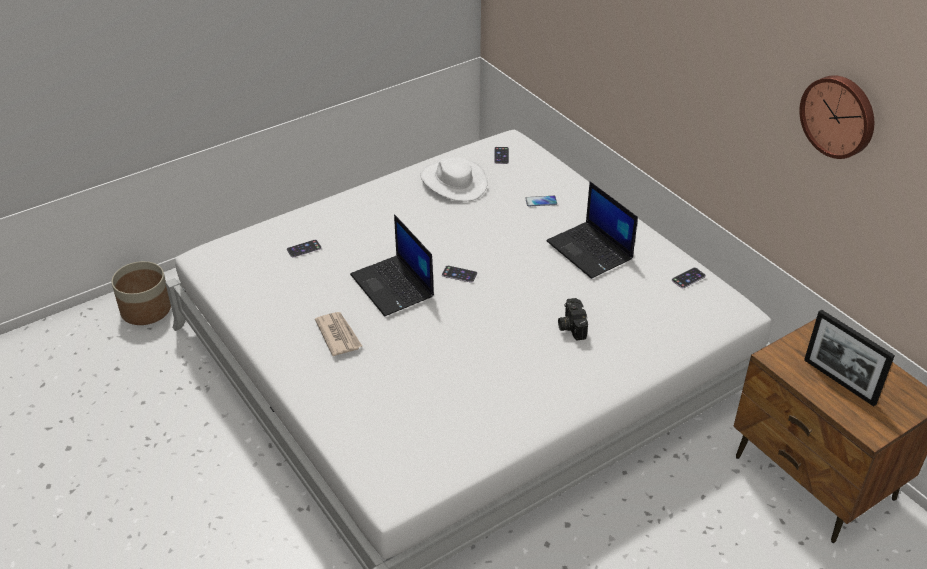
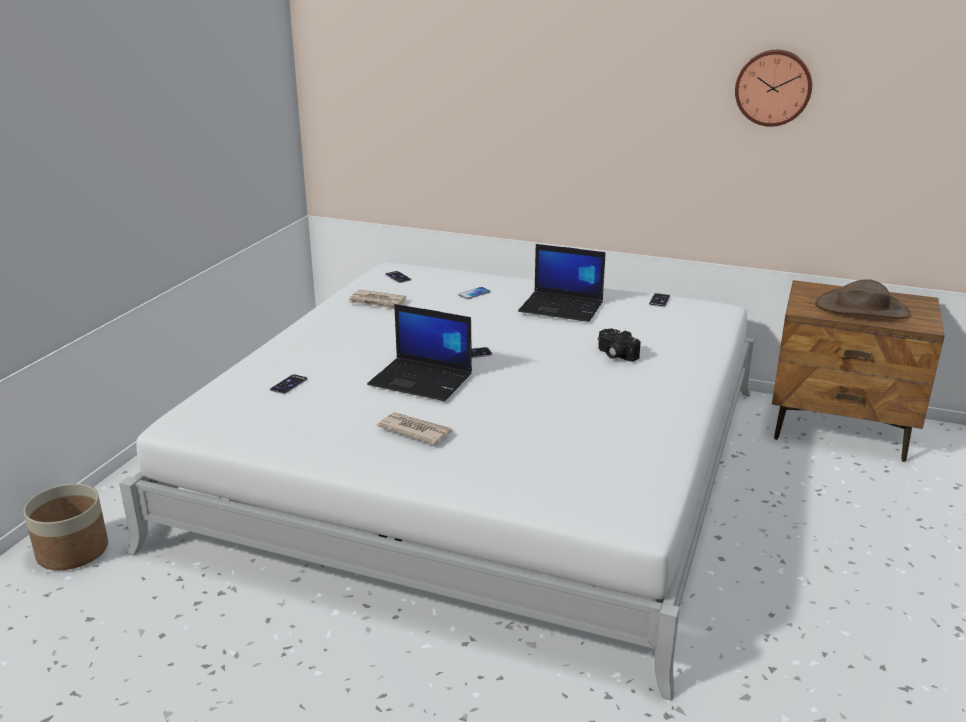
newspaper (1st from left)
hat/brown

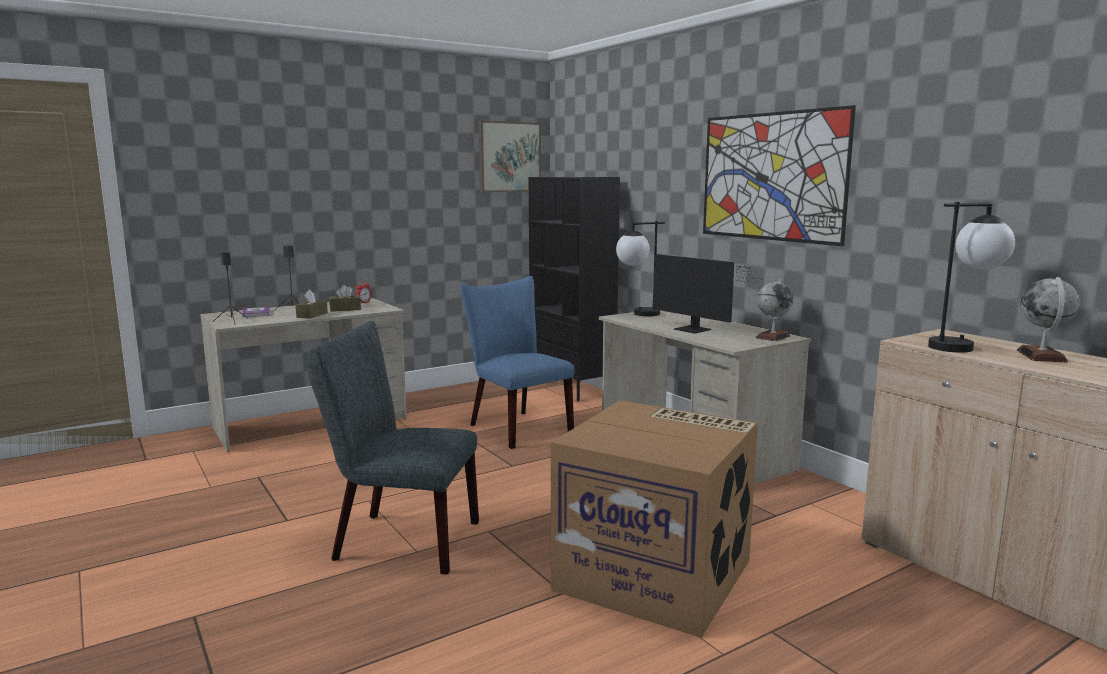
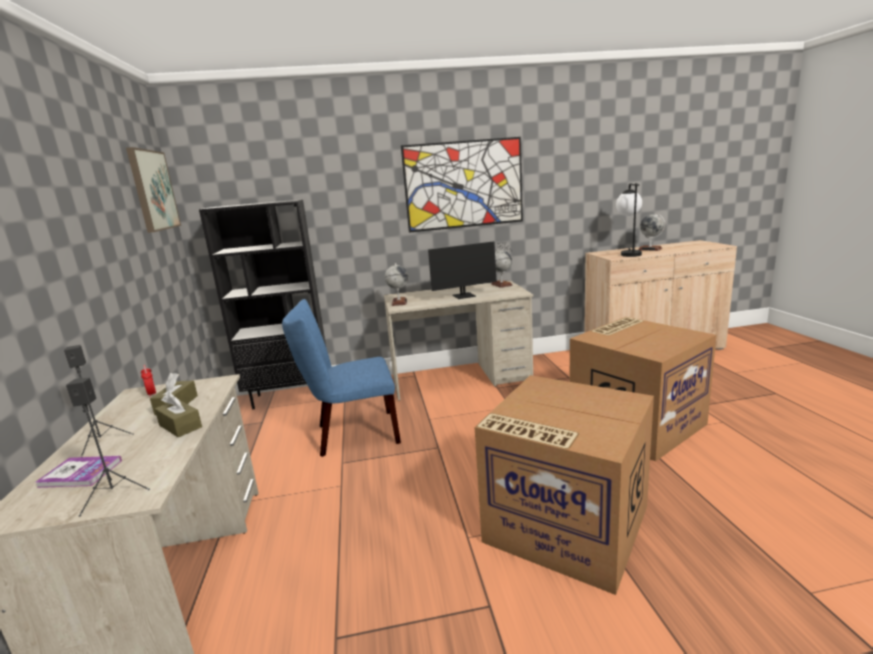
globe (1st from left)
cardboard box (1st from left)

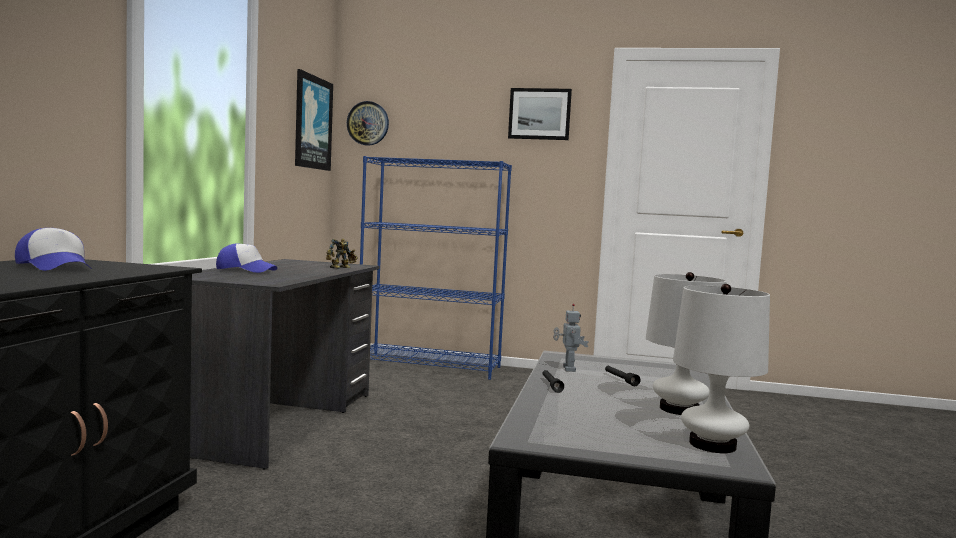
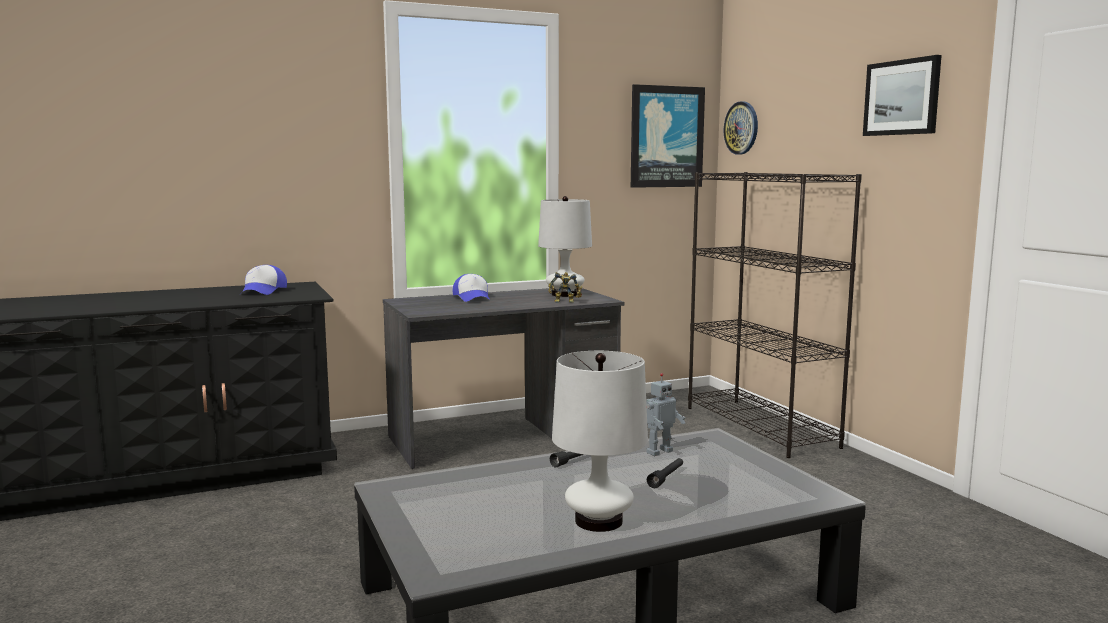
table lamp/white (1st from left)
bookcase/black

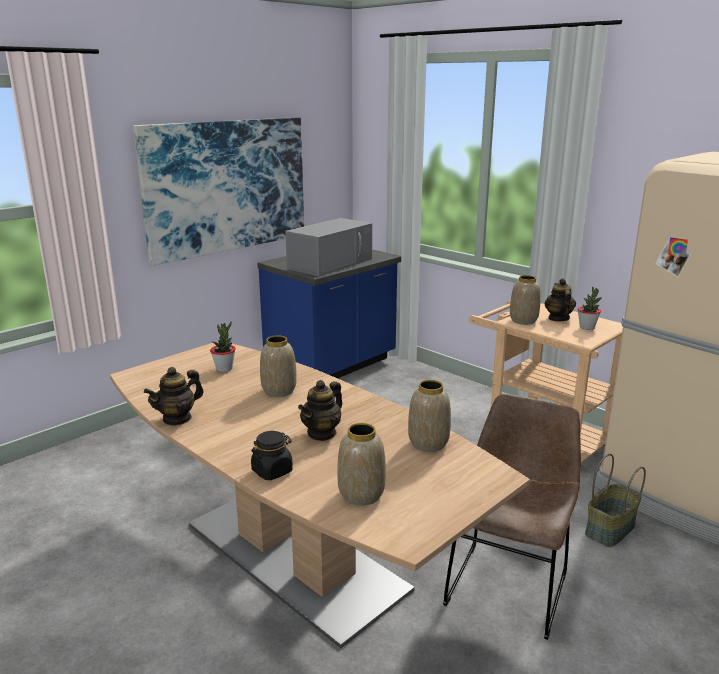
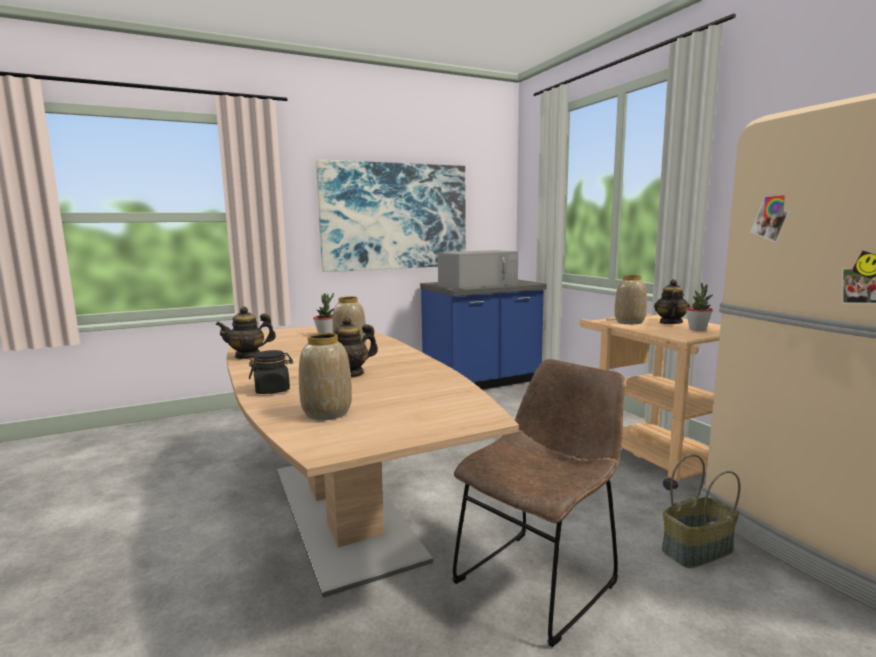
vase (3rd from left in the first image)

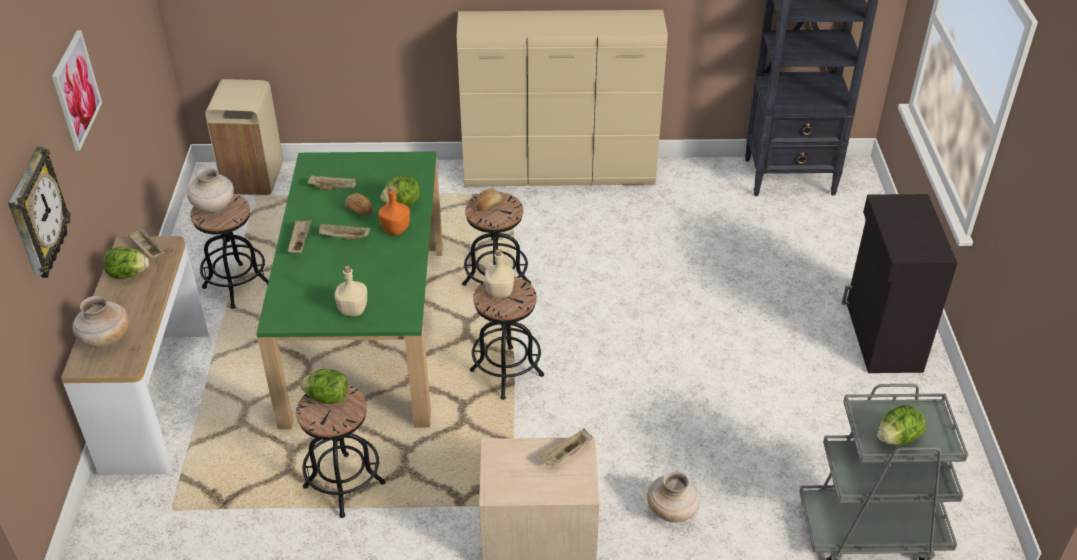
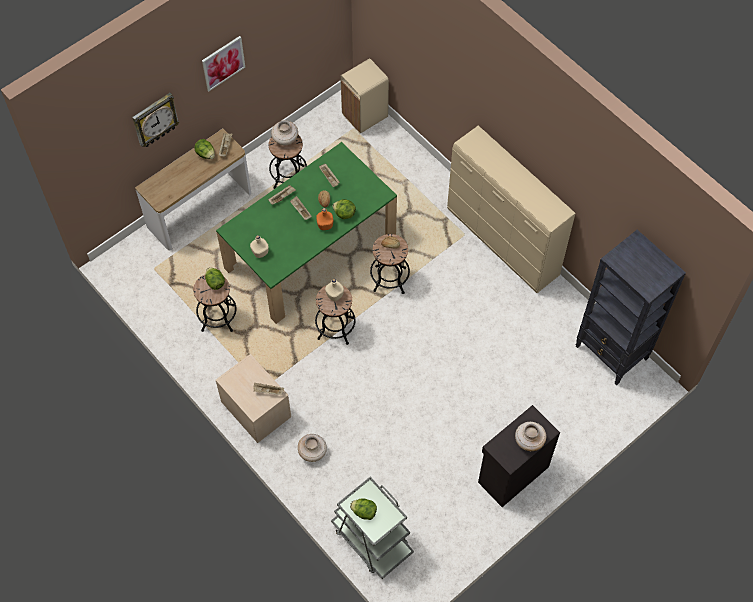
vase/beige (3rd from left)

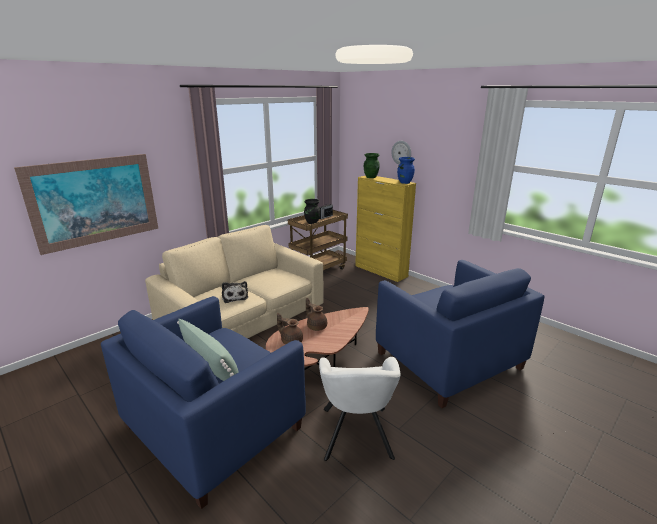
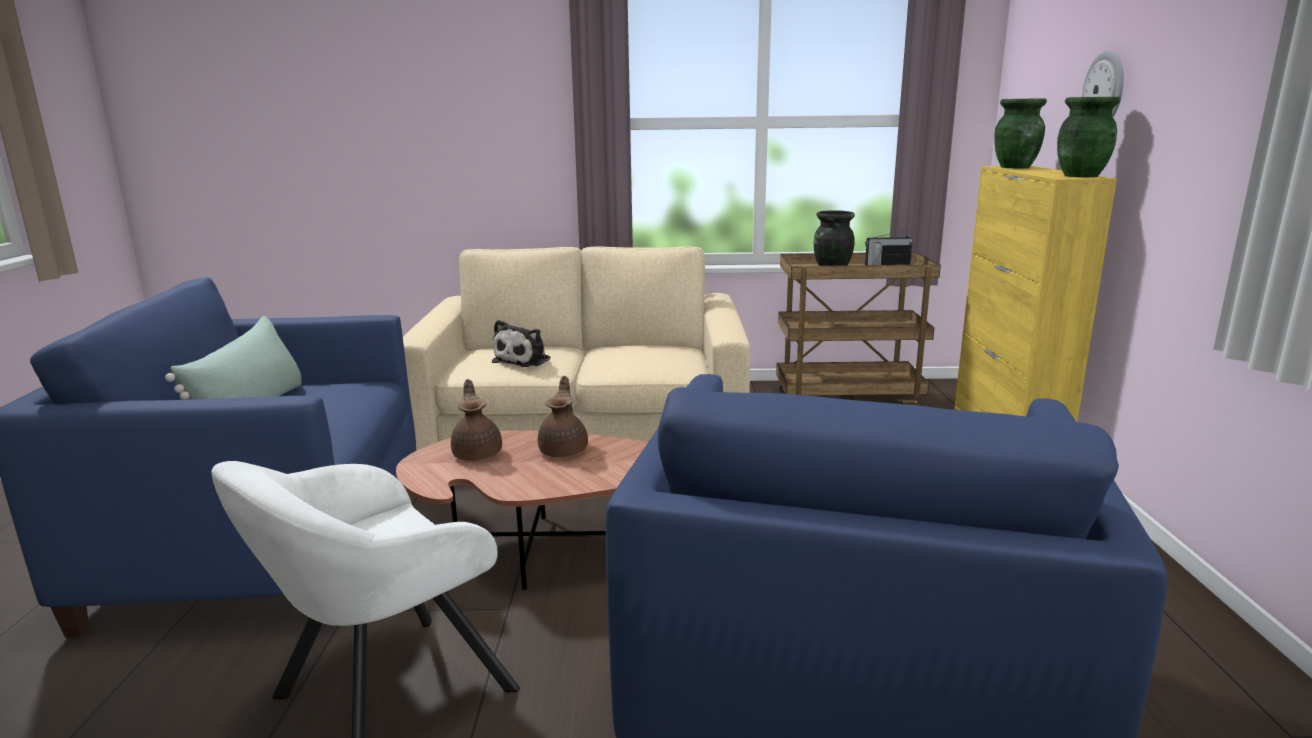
vase/green (2nd from left)
picture

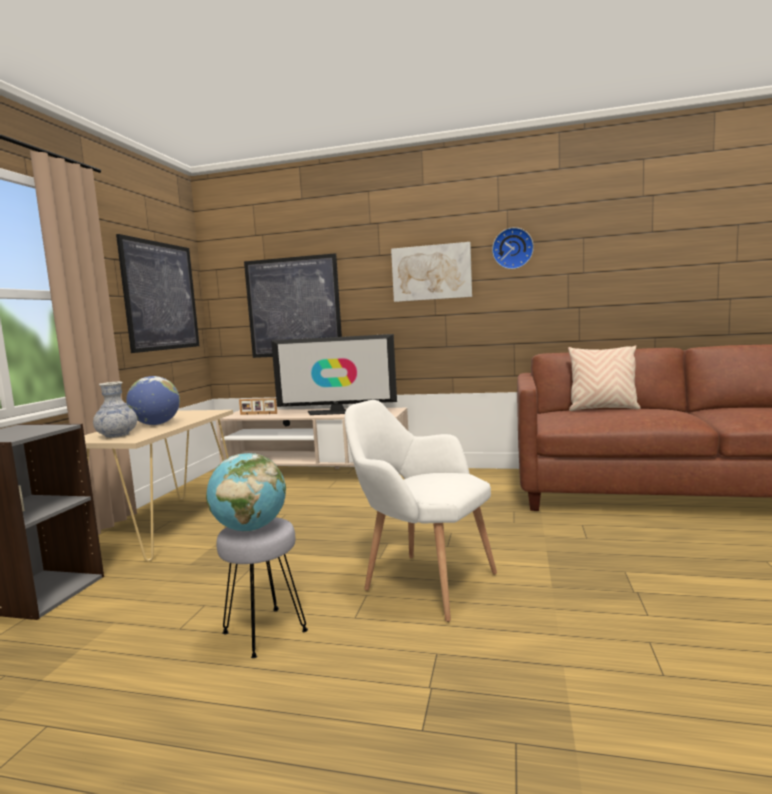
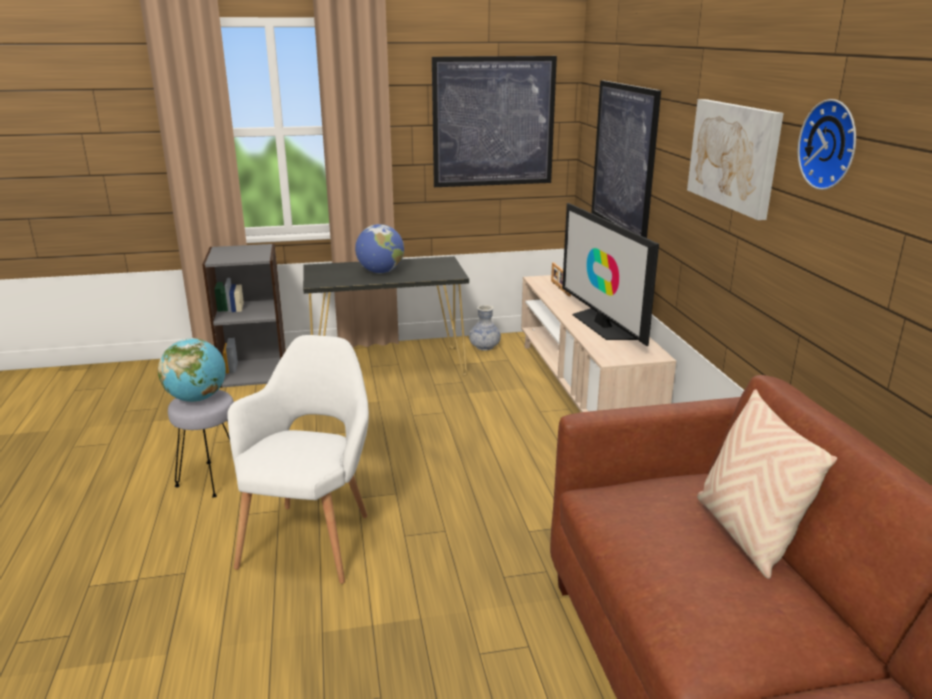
console table/black
vase

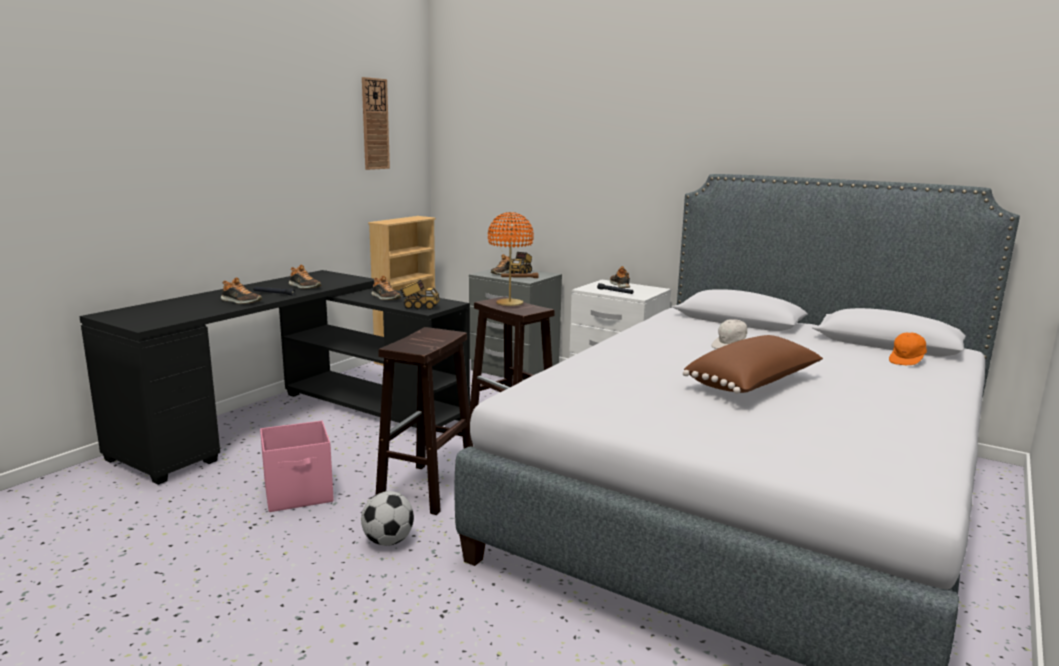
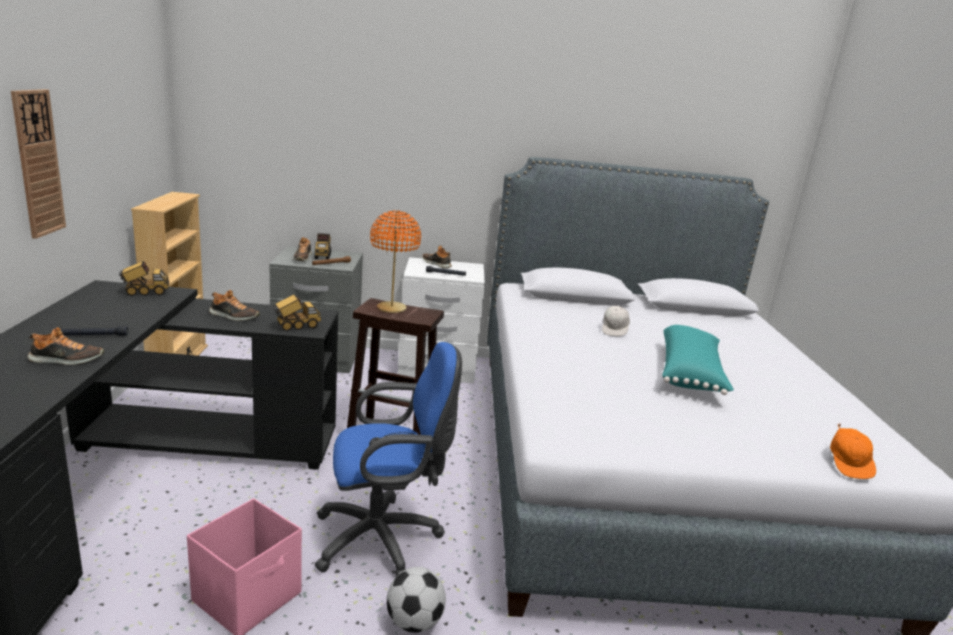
wall clock
toy truck (1st from left)
office chair/blue
pillow/turquoise
cap/orange
shoe (2nd from left in the first image)

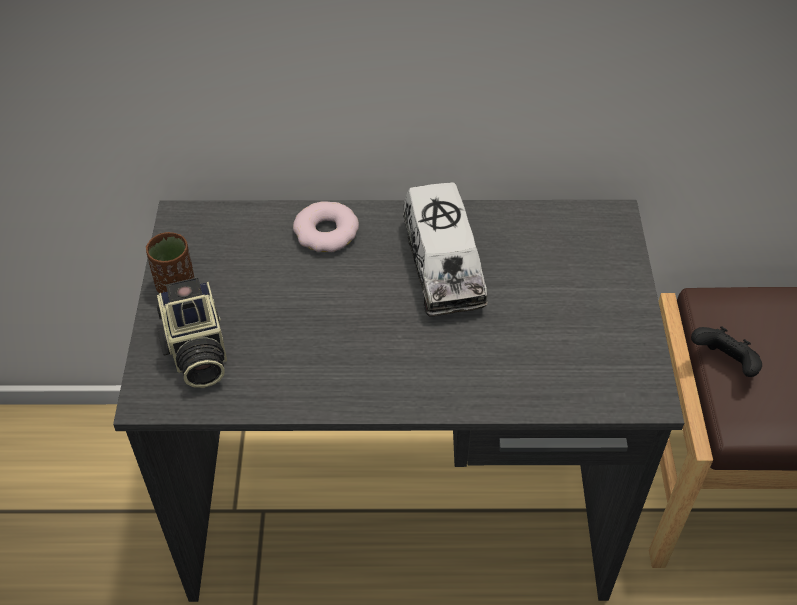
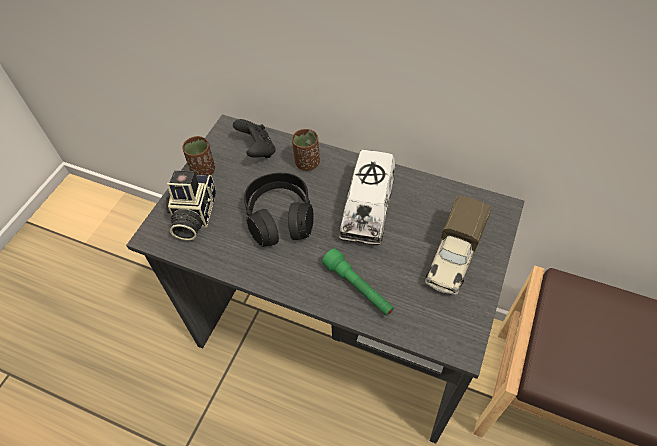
game controller/black
headphones/black
cup/brown (2nd from left)
flashlight/green
toy truck (2nd from left)

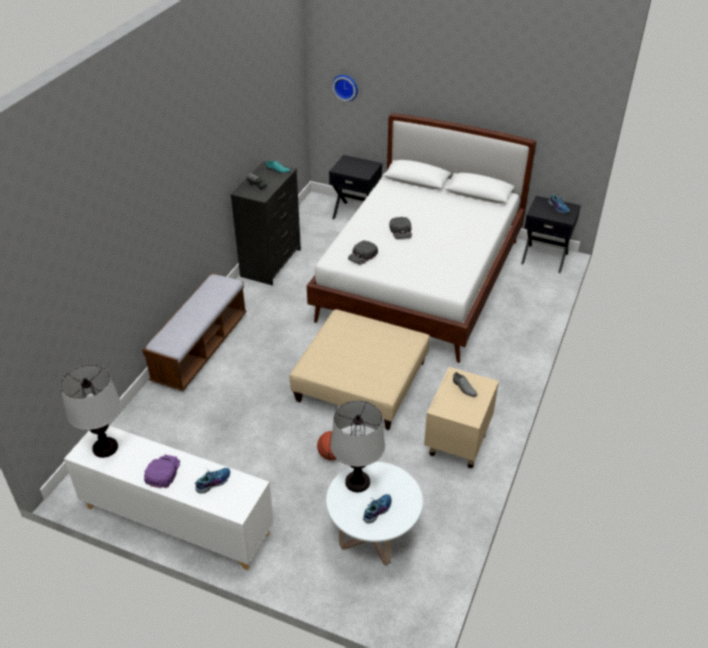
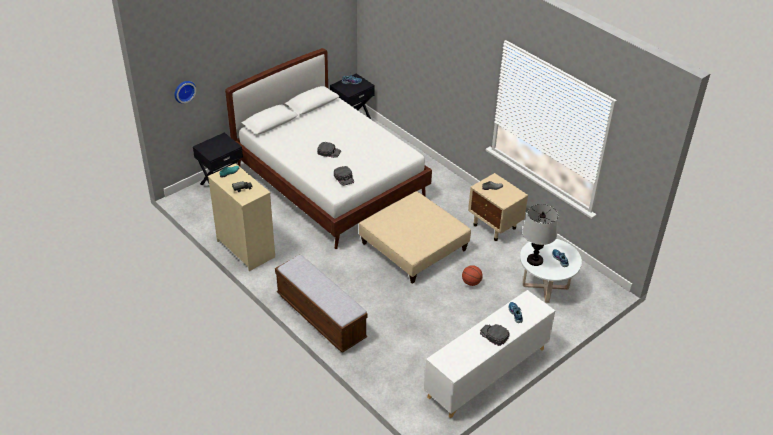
dresser/beige
cap/black (3rd from left)
table lamp (1st from left in the first image)

